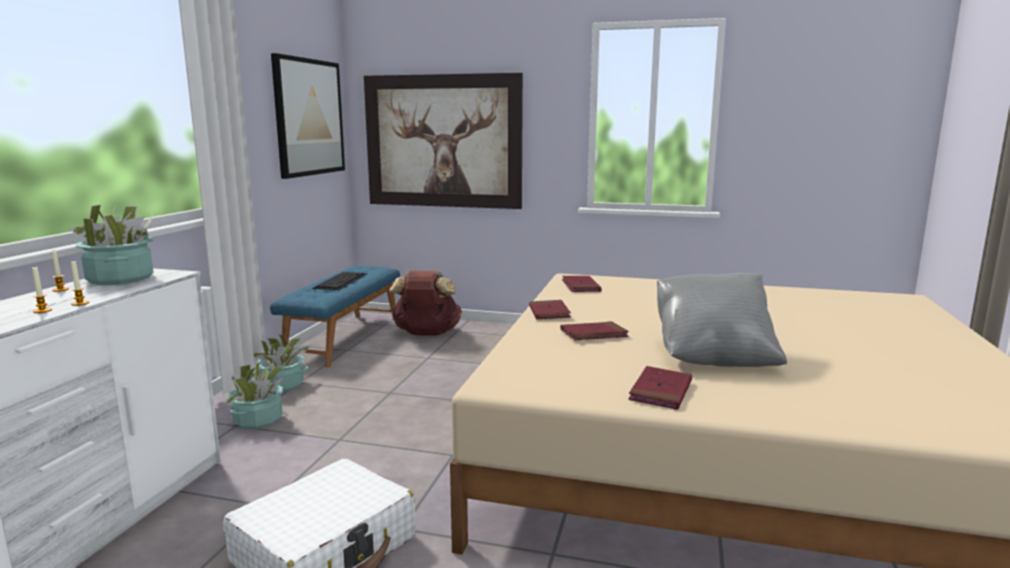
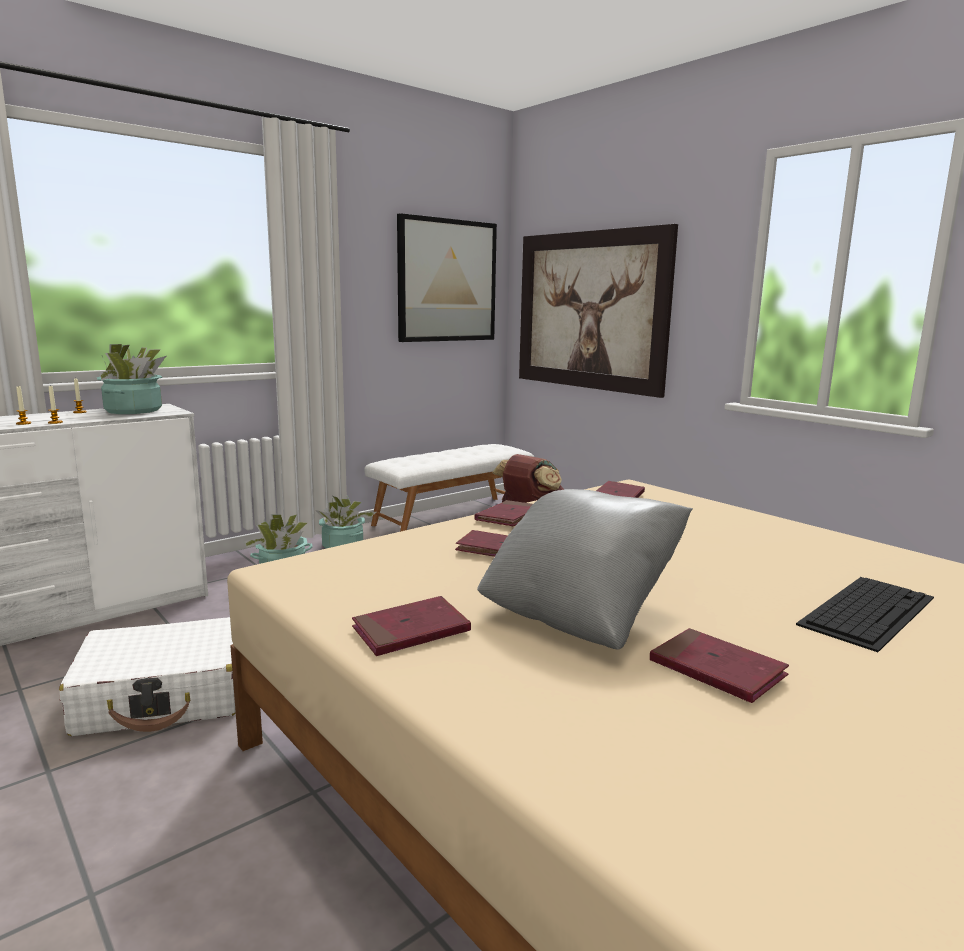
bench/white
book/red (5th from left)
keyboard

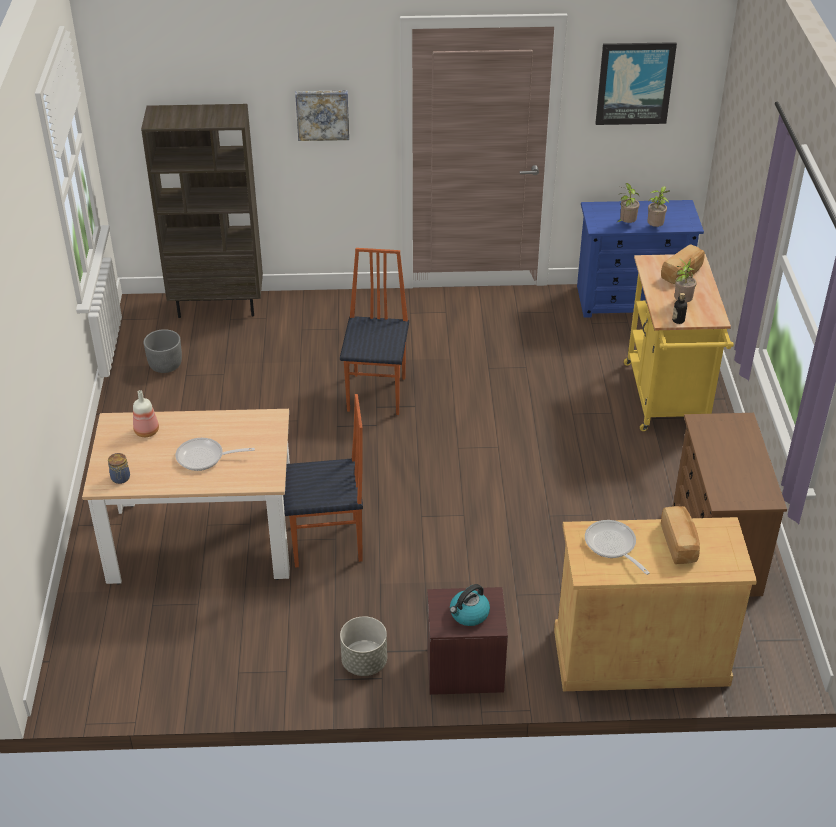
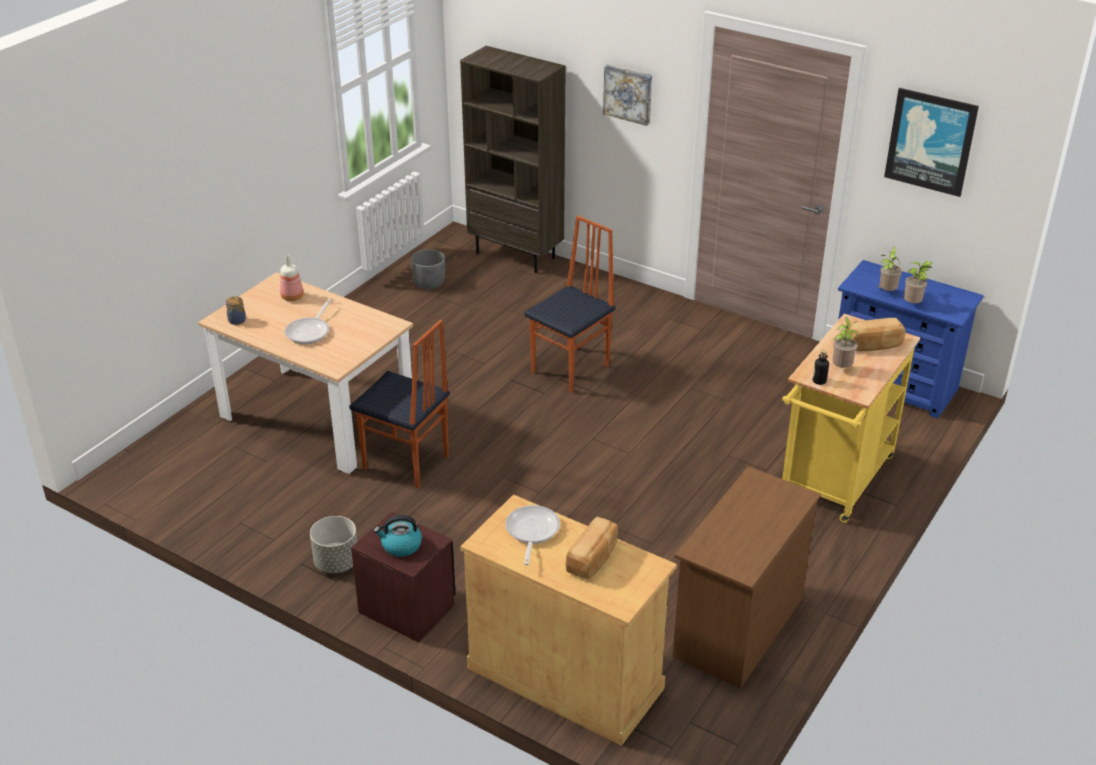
frying pan (1st from left)

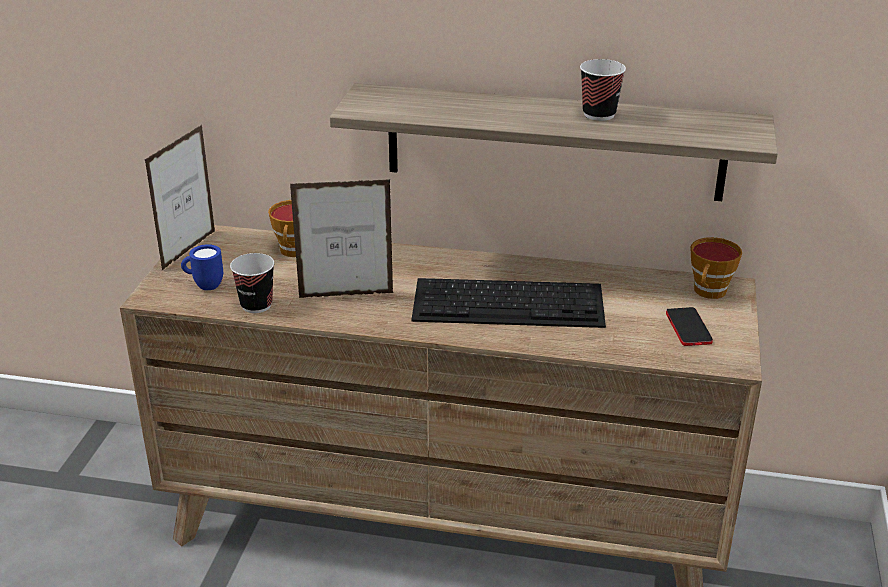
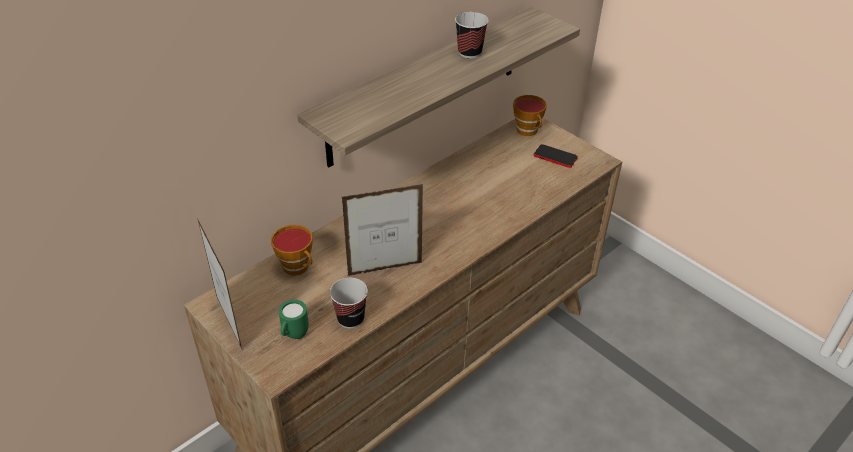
mug/green
picture frame (2nd from left)
keyboard

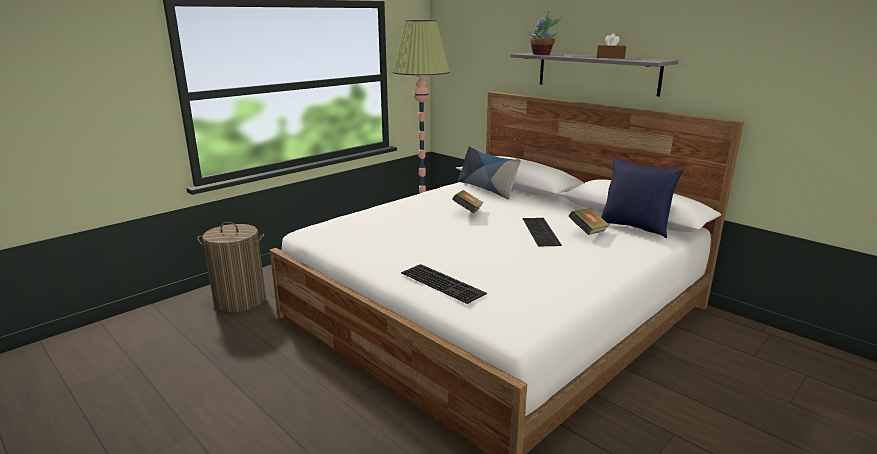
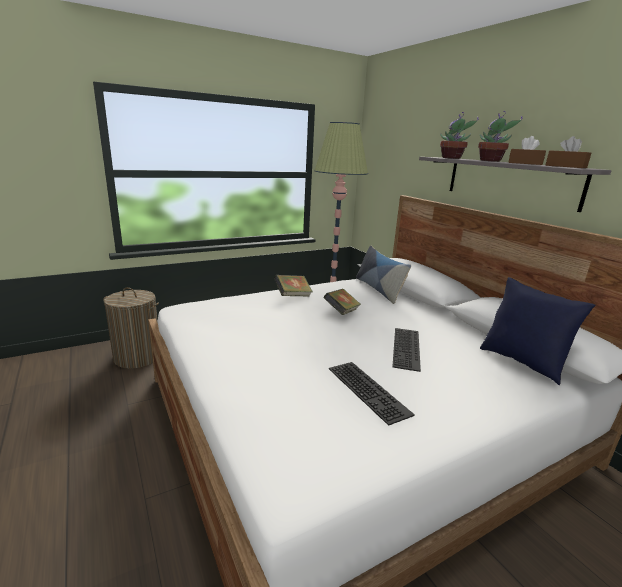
book (1st from left)
keyboard (1st from left)
potted plant (2nd from left)
tissue box/brown (2nd from left)

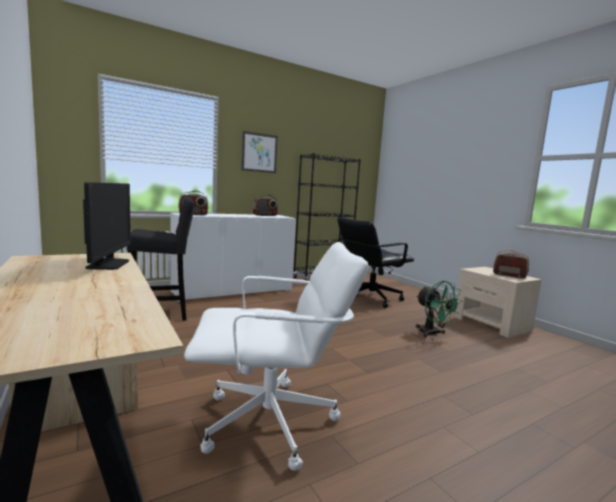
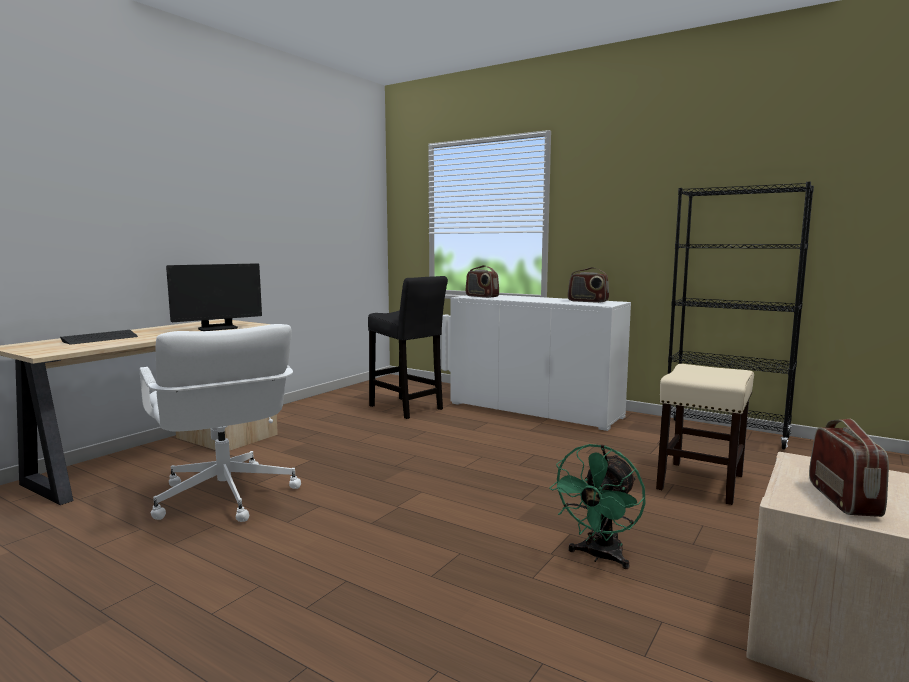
keyboard
stool/beige
picture

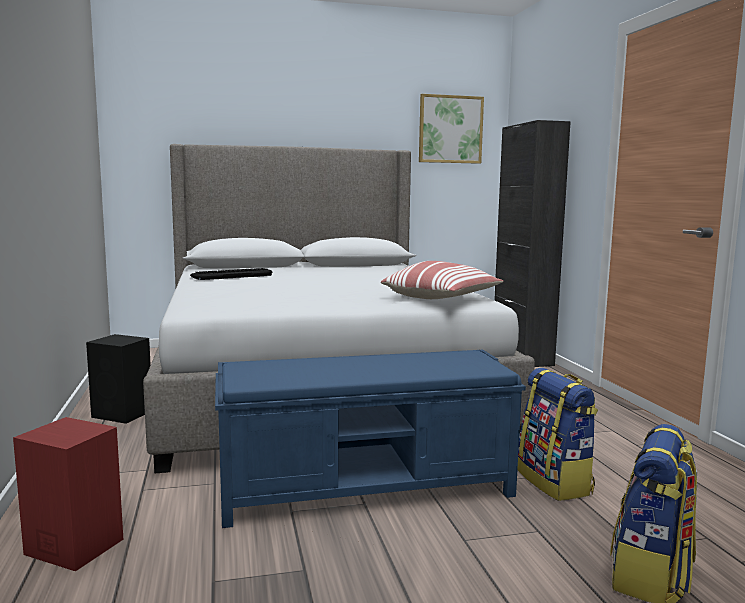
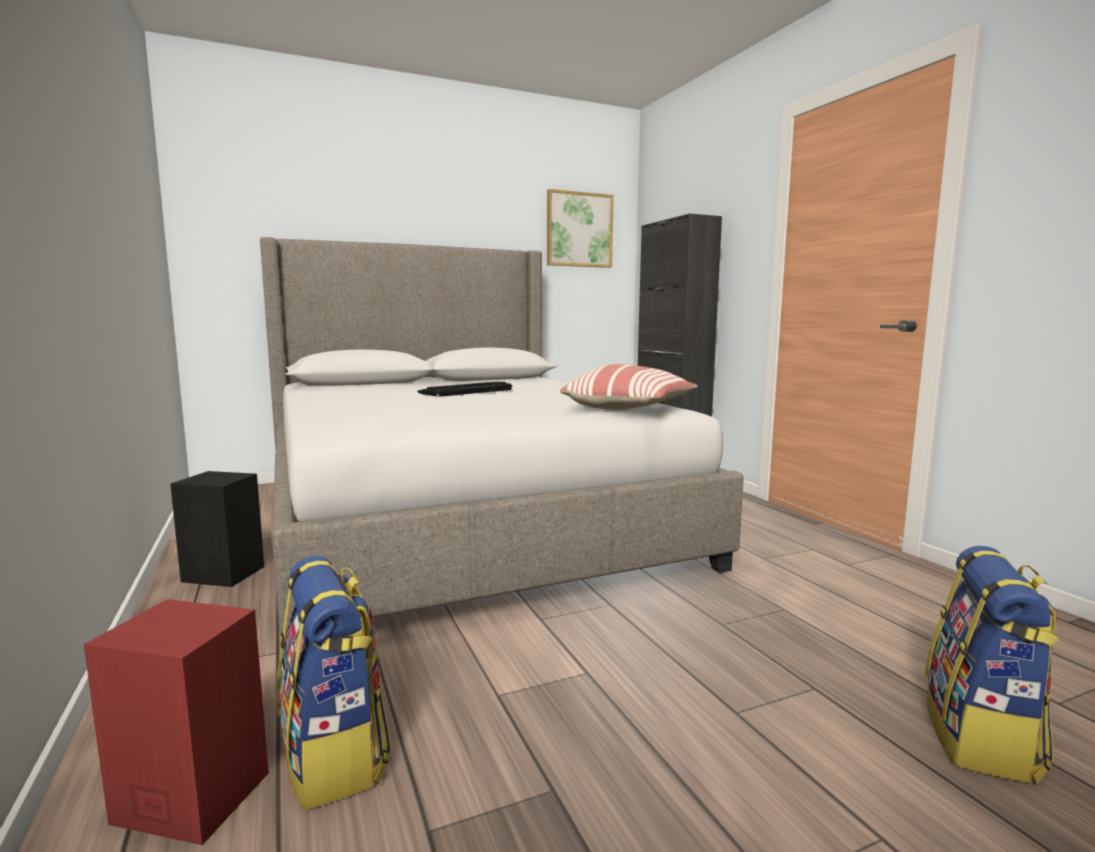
backpack (1st from left)
keyboard
bench/blue

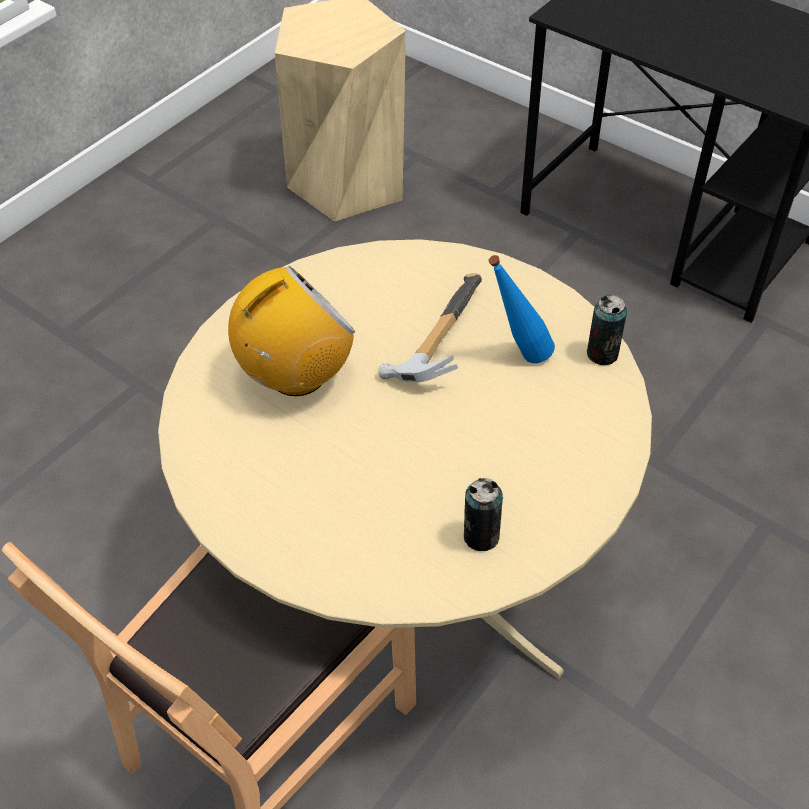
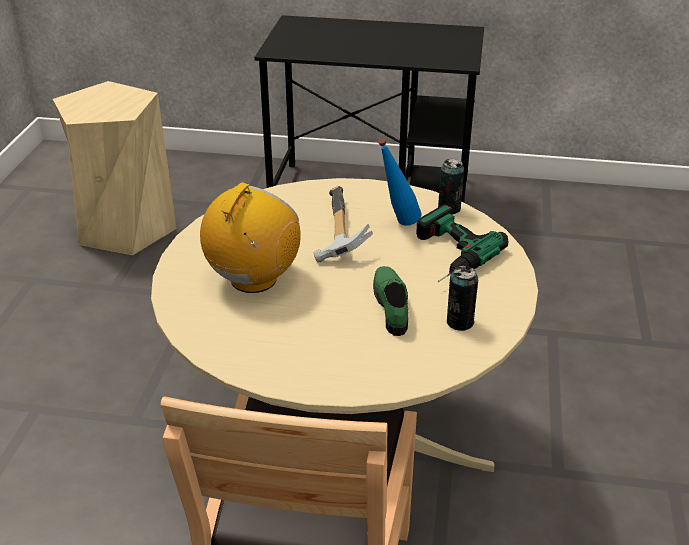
shoe/green
power drill

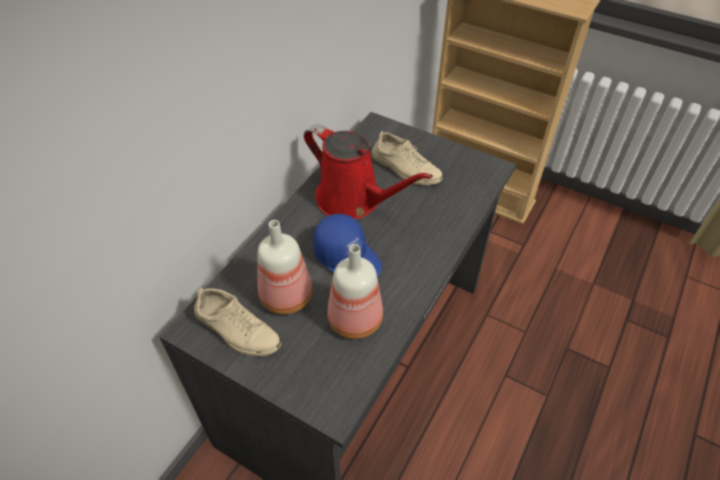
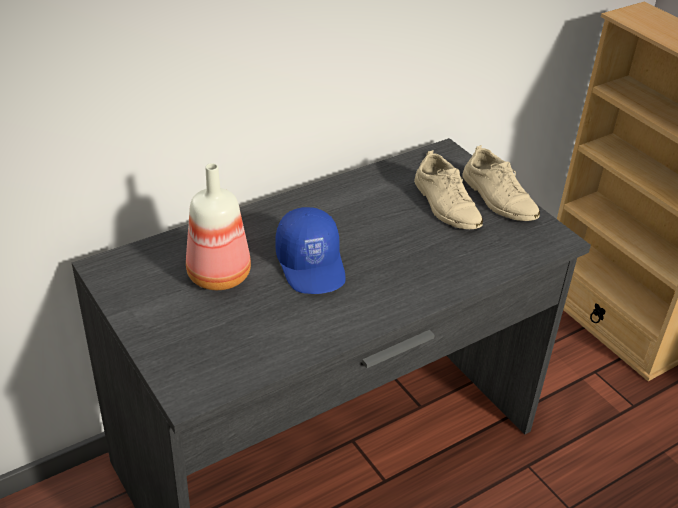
shoe/beige (2nd from left)
watering can/red
bottle (2nd from left in the first image)

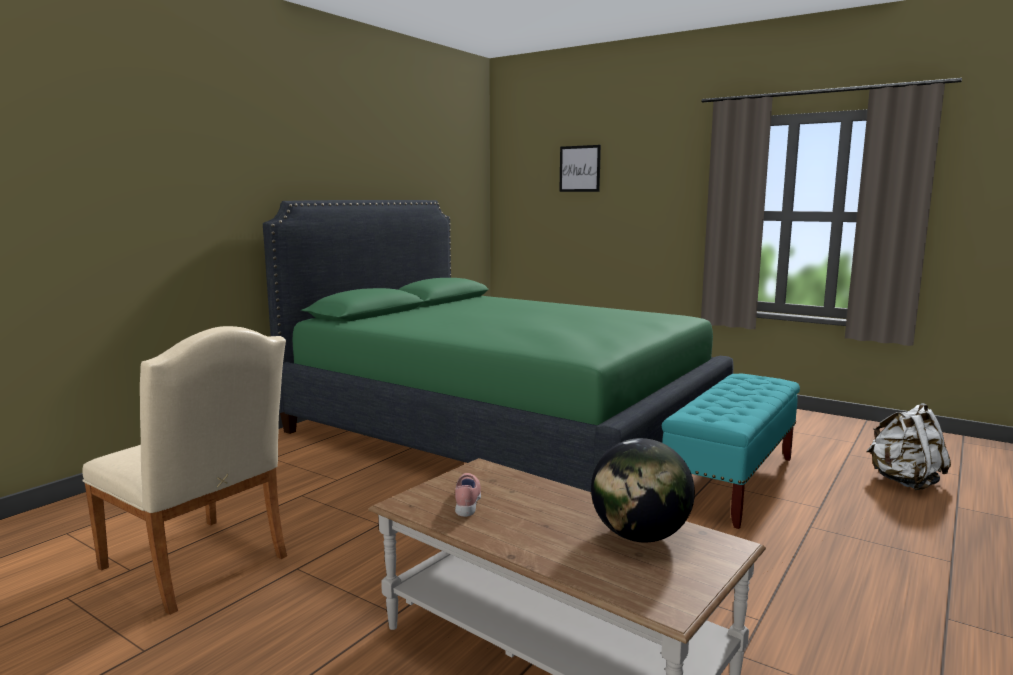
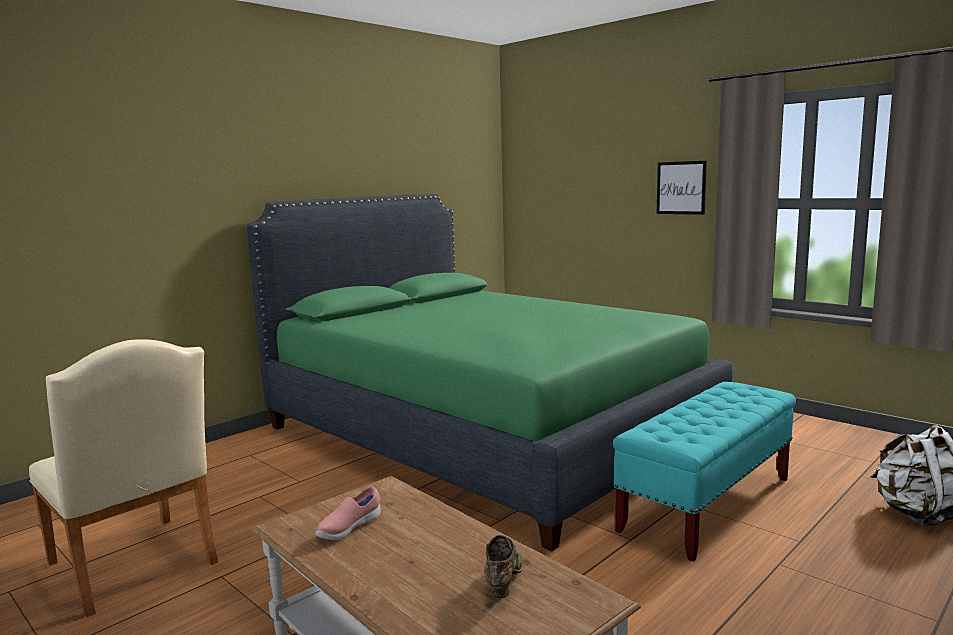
shoe/pink
shoe/brown
picture

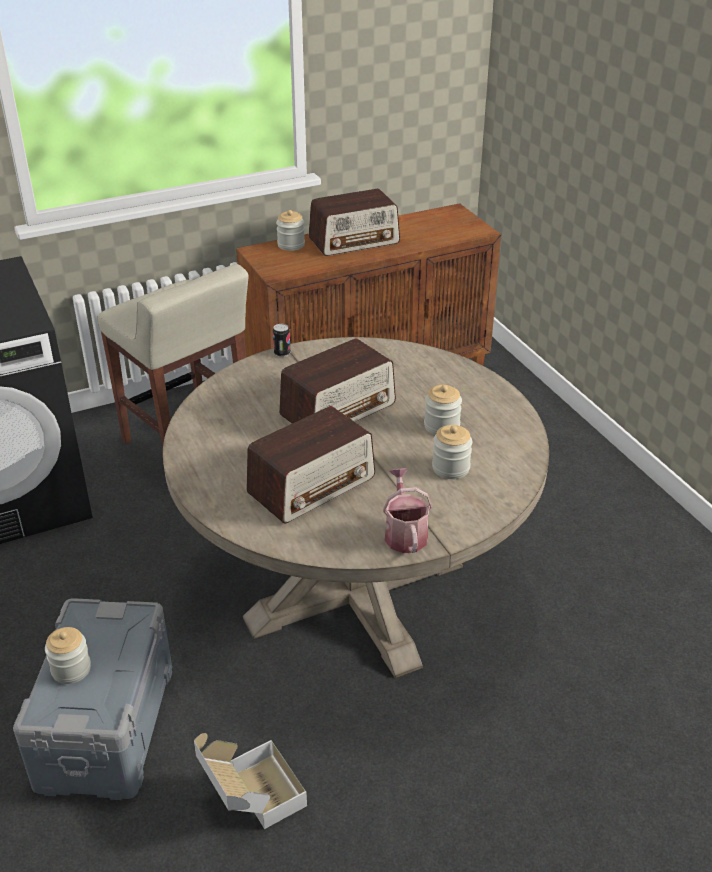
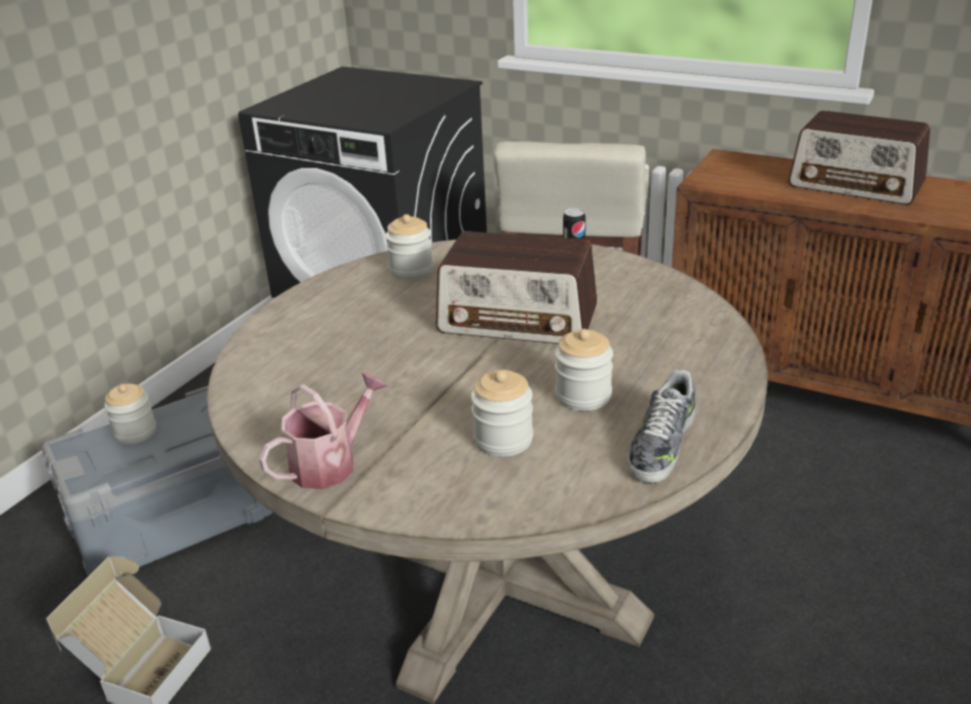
jar (2nd from left)
shoe
radio (1st from left in the first image)

